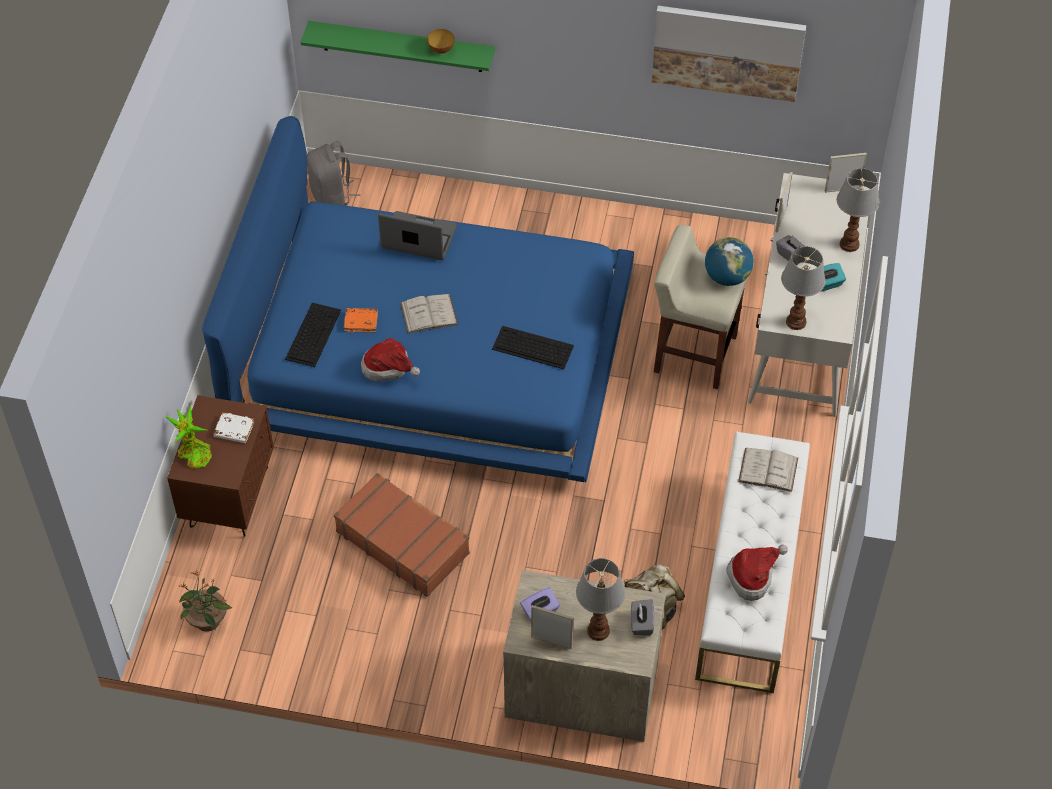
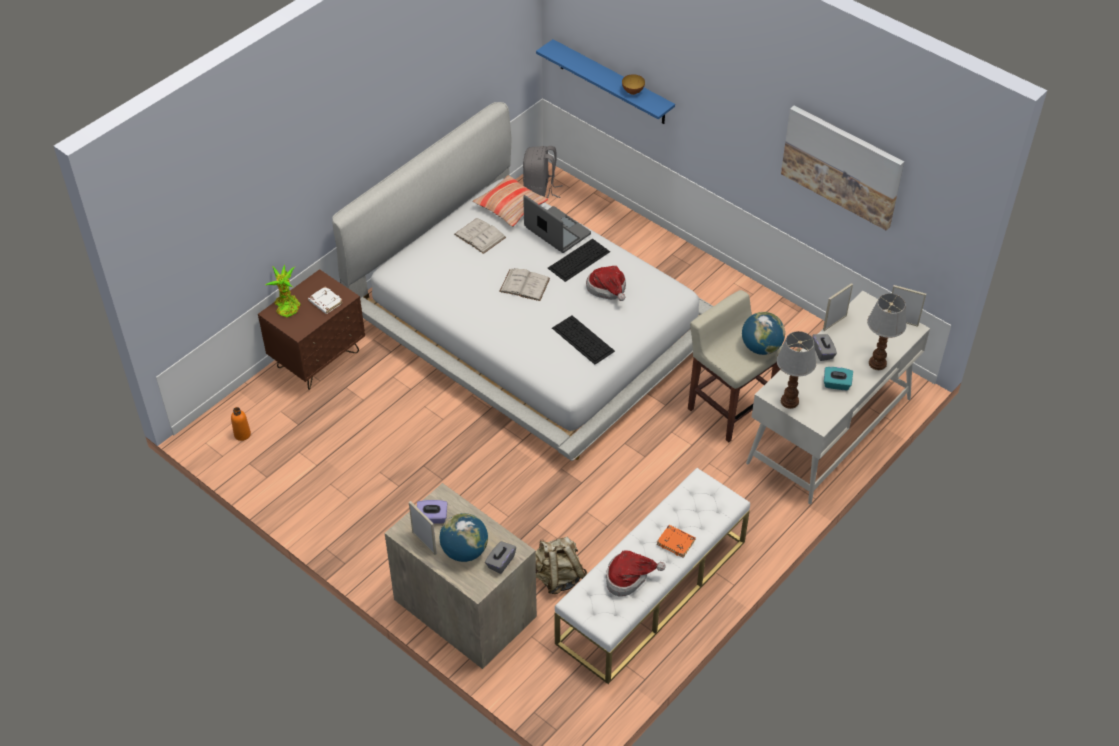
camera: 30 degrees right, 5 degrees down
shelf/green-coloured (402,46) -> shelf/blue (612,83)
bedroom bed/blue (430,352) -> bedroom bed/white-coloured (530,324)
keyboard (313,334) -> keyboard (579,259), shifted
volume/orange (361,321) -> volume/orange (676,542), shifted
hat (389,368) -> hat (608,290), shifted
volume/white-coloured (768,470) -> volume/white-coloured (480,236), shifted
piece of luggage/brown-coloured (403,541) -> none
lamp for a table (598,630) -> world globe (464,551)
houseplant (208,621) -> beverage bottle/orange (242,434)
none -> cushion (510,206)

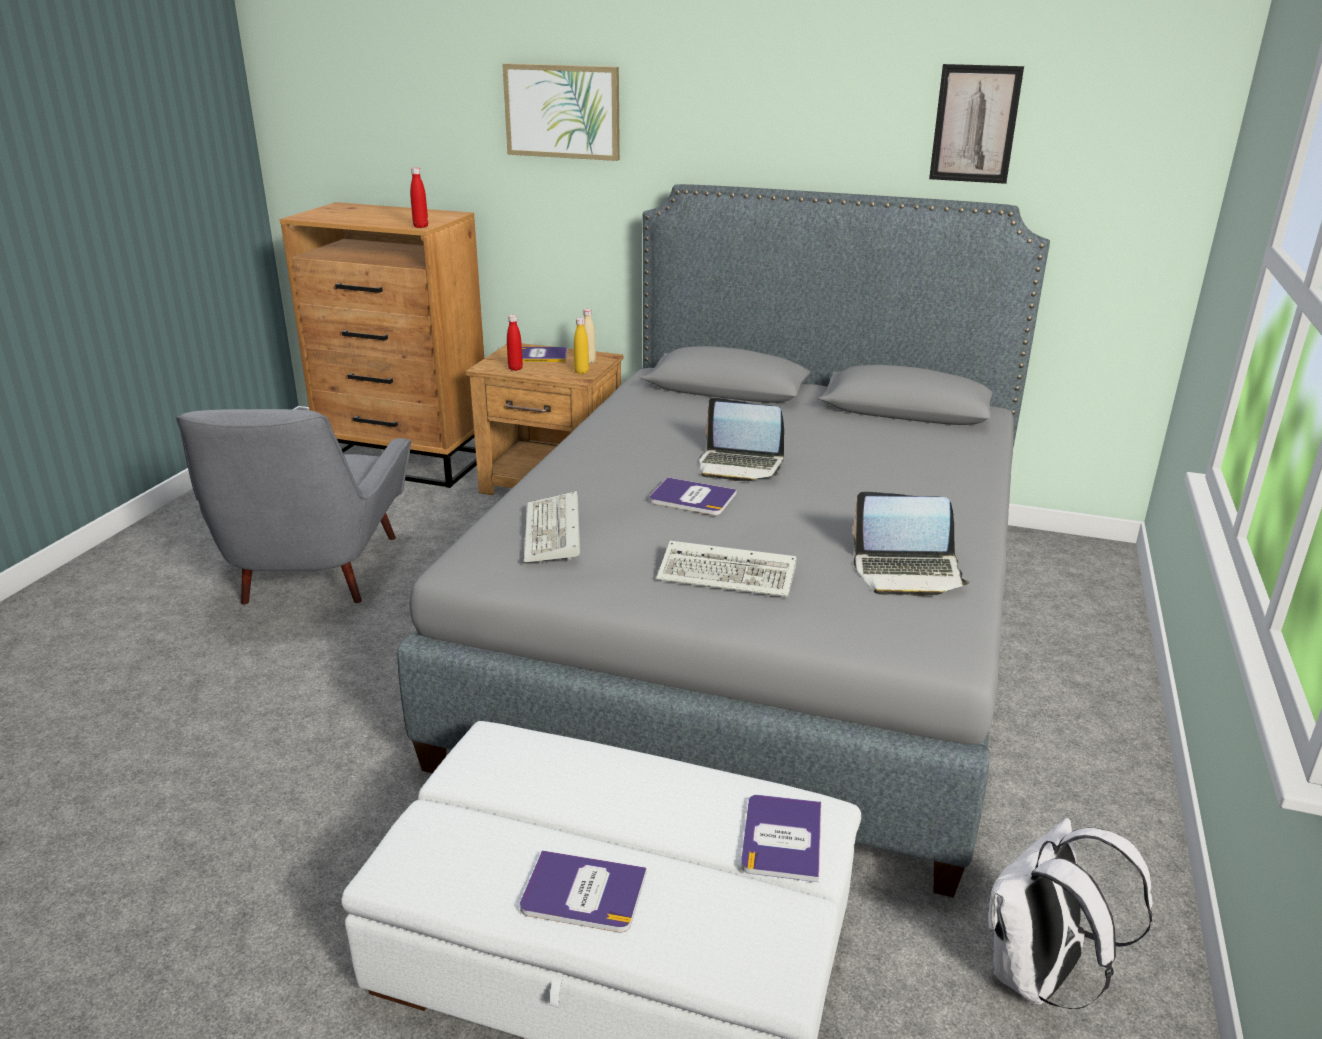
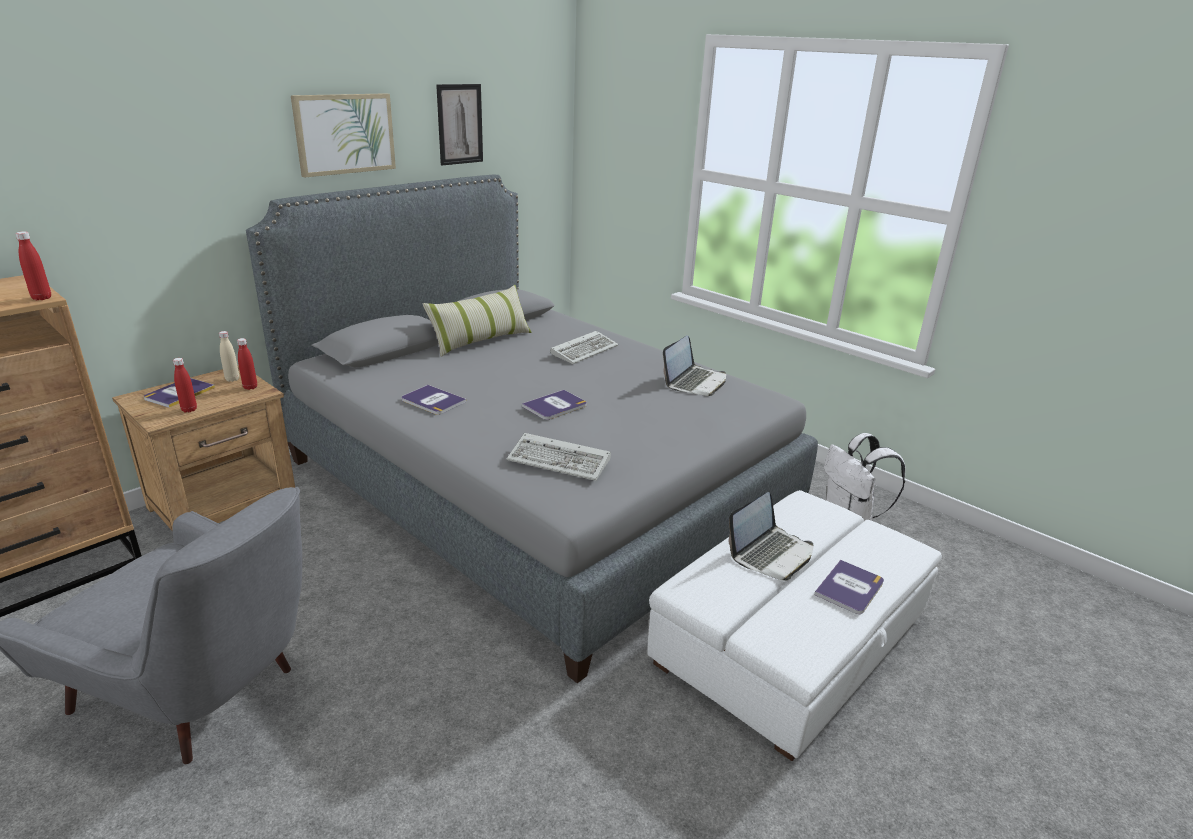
camera: 65 degrees left, 0 degrees up
wall picture (562,111) -> wall picture (345,134), shifted
beverage bottle/yellowish (581,372) -> beverage bottle/reddish (250,387)
portable computer (740,466) -> portable computer (771,554), shifted
keyboard (730,575) -> keyboard (585,350), shifted
volume (782,838) -> volume (433,401), shifted
none -> cushion (481,341)

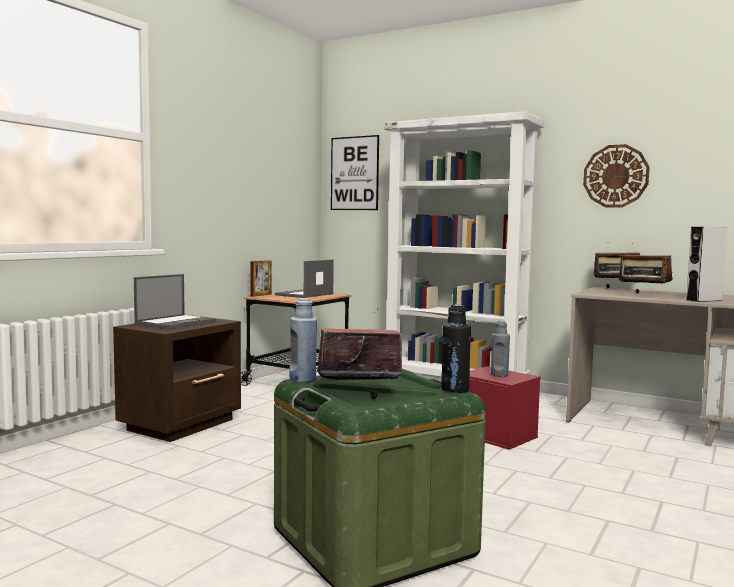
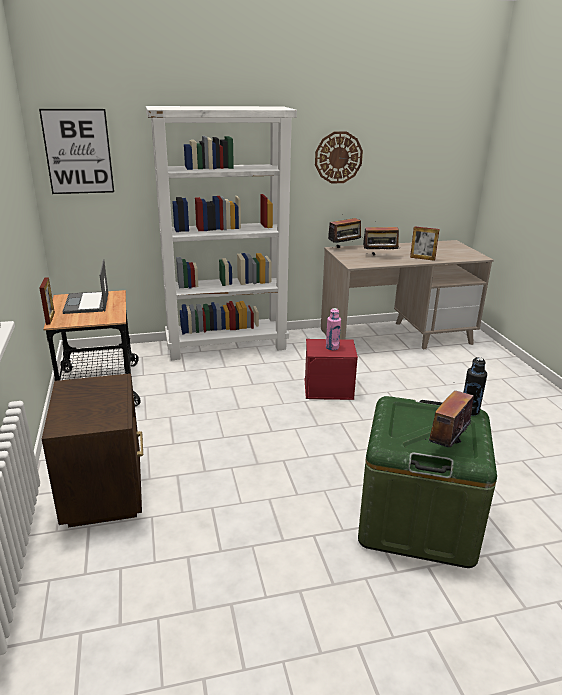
camera: 45 degrees left, 20 degrees up
speaker/grey (703,300) -> photo frame (422,258)
portable computer (176,322) -> none
beverage bottle/blue (302,379) -> none
beverage bottle/grey (499,375) -> beverage bottle/pink (332,347)

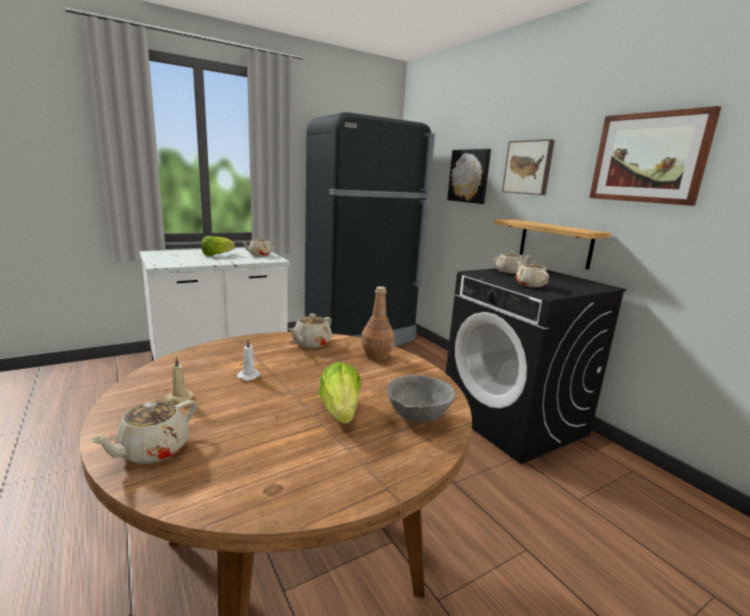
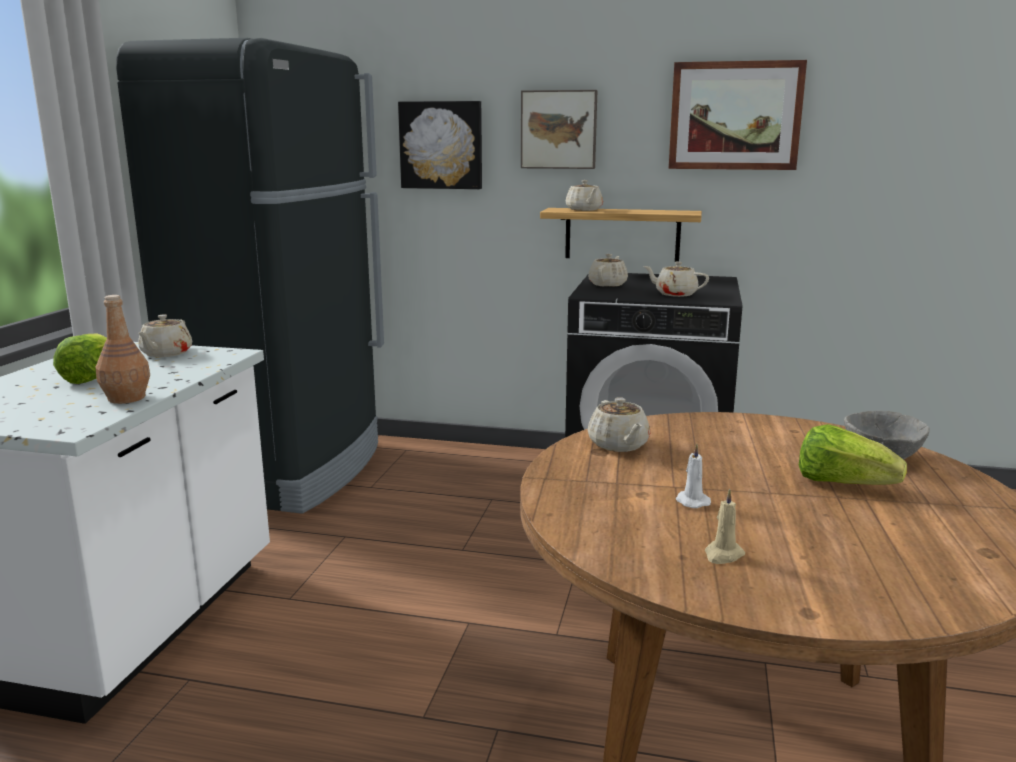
camera: 45 degrees left, 0 degrees up
beverage bottle/brown-coloured (376,355) -> beverage bottle/brown-coloured (126,398), shifted
tea pot/beige (152,450) -> tea pot/beige (584,210), shifted

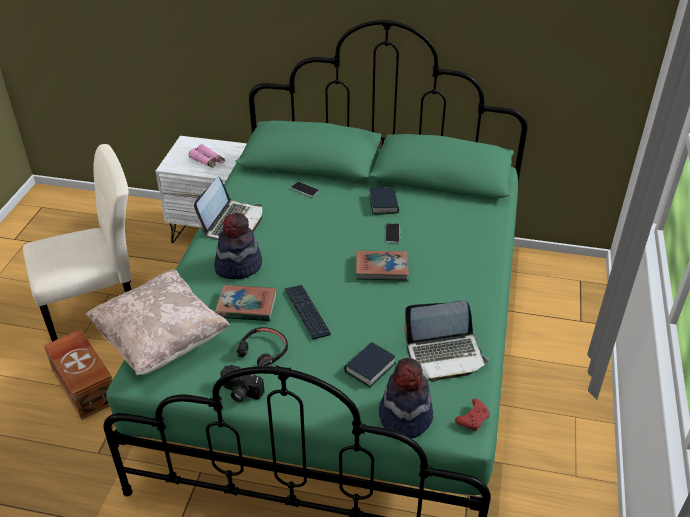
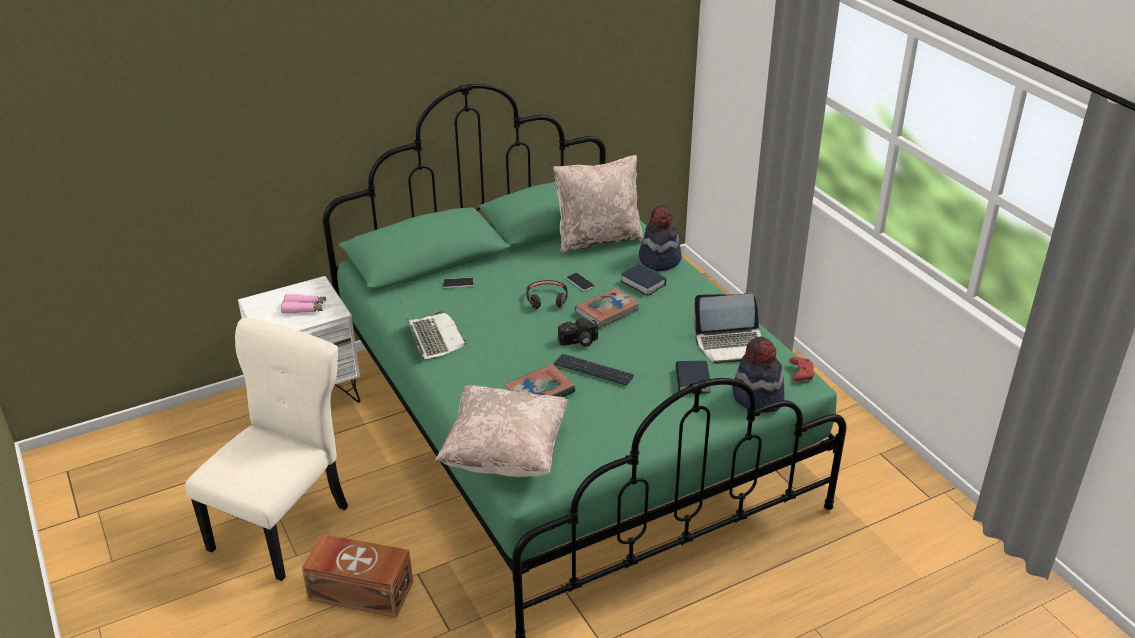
camera: 40 degrees left, 5 degrees down
volume (383,204) -> volume (643,283), shifted
hat (238,265) -> hat (659,259), shifted
portable computer (445,355) -> portable computer (731,344), 45 degrees clockwise
headphones/black-coloured (263,351) -> headphones/black-coloured (547,299), shifted
photo camera (240,392) -> photo camera (579,342), shifted
none -> cushion/beige (598,239)

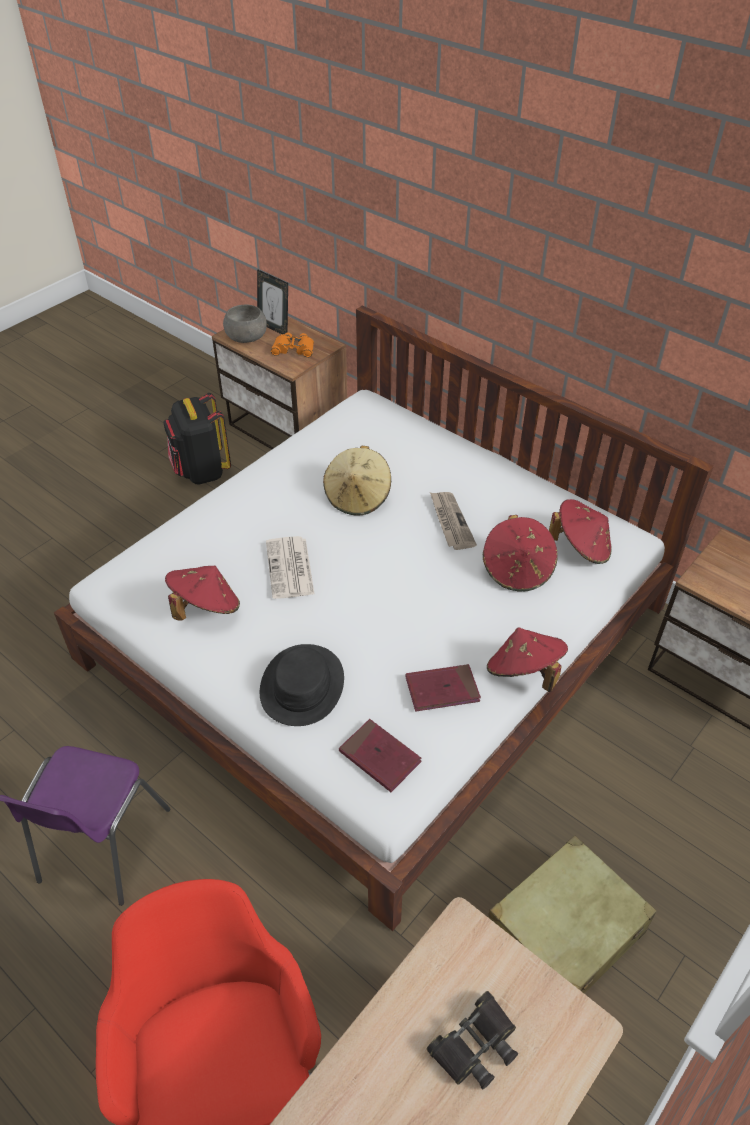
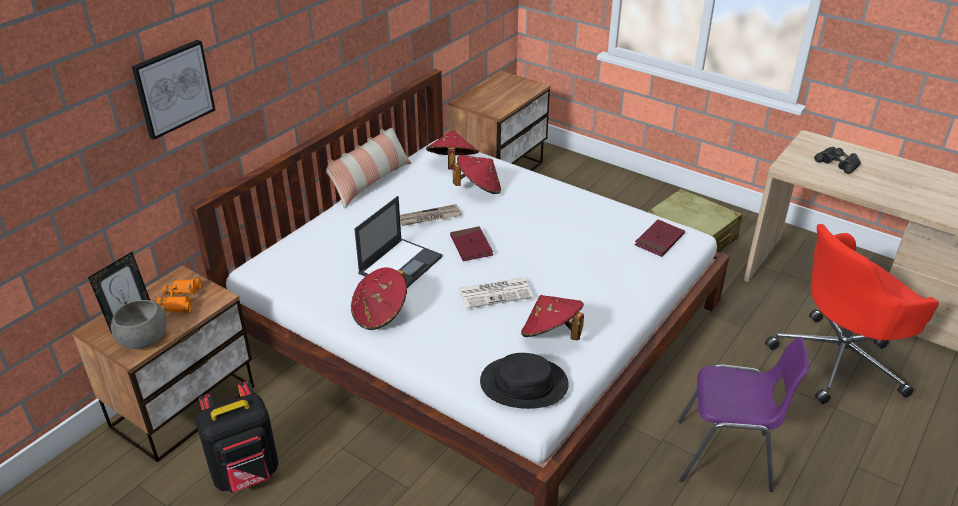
camera: 95 degrees left, 10 degrees down
hat/beige (358,497) -> portable computer (401,264)
hat/reddish (523,673) -> hat/reddish (380,314), shifted
hat/black-coloured (302,686) -> hat/black-coloured (524,383), shifted
volume/reddish (442,690) -> volume/reddish (471,246), shifted
none -> wall picture (173,88)
none -> cushion (370,182)

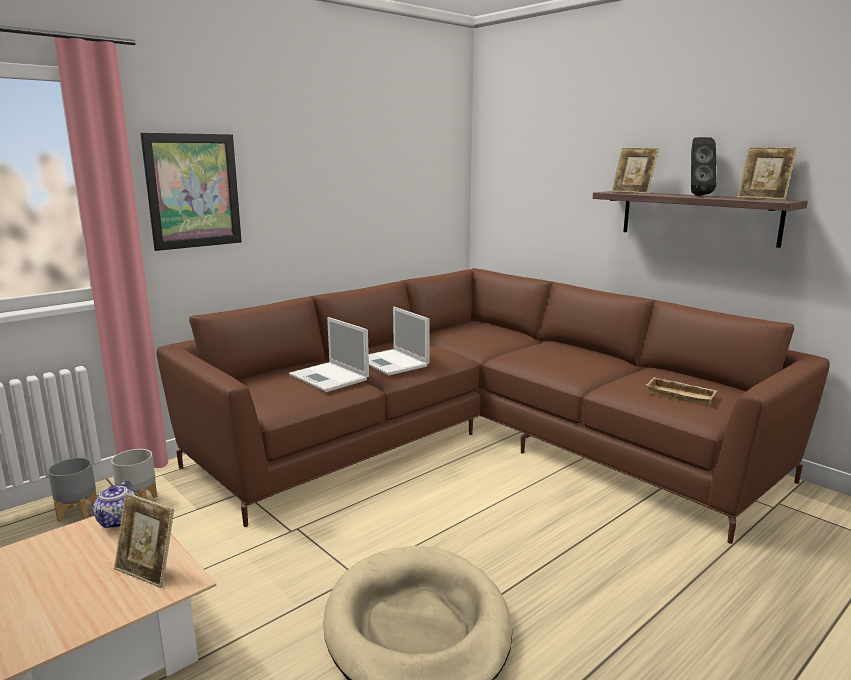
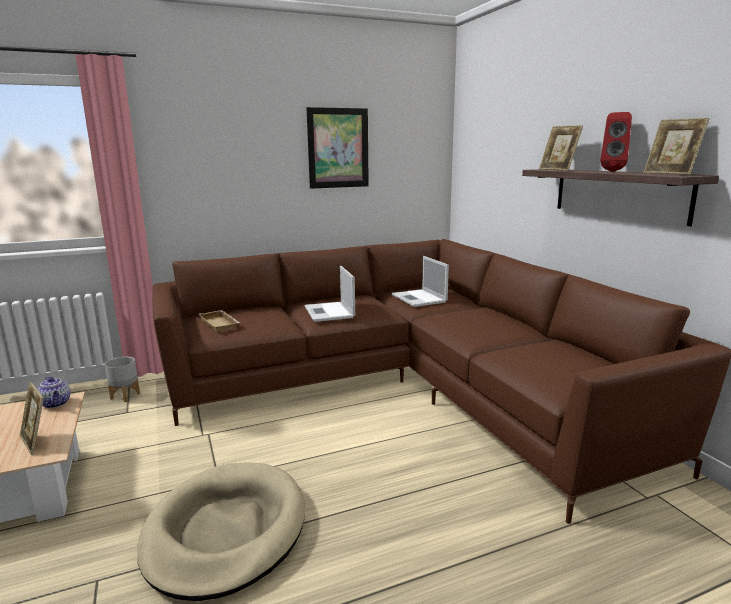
camera: 20 degrees right, 0 degrees up
wall picture (193,191) -> wall picture (338,148), shifted
speaker/black-coloured (696,195) -> speaker/reddish (612,171)
portable computer (330,378) -> portable computer (419,298), shifted
serving tray/beige (681,395) -> serving tray/beige (221,324), shifted
planter/grey (78,513) -> none
tea pot (118,521) -> tea pot (56,404), 60 degrees counterclockwise

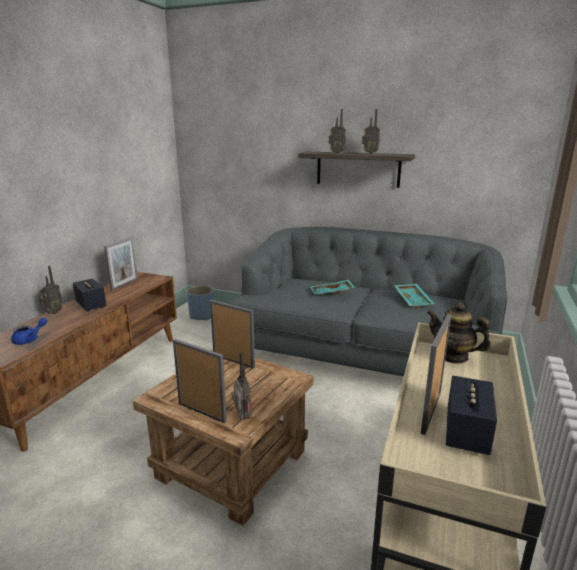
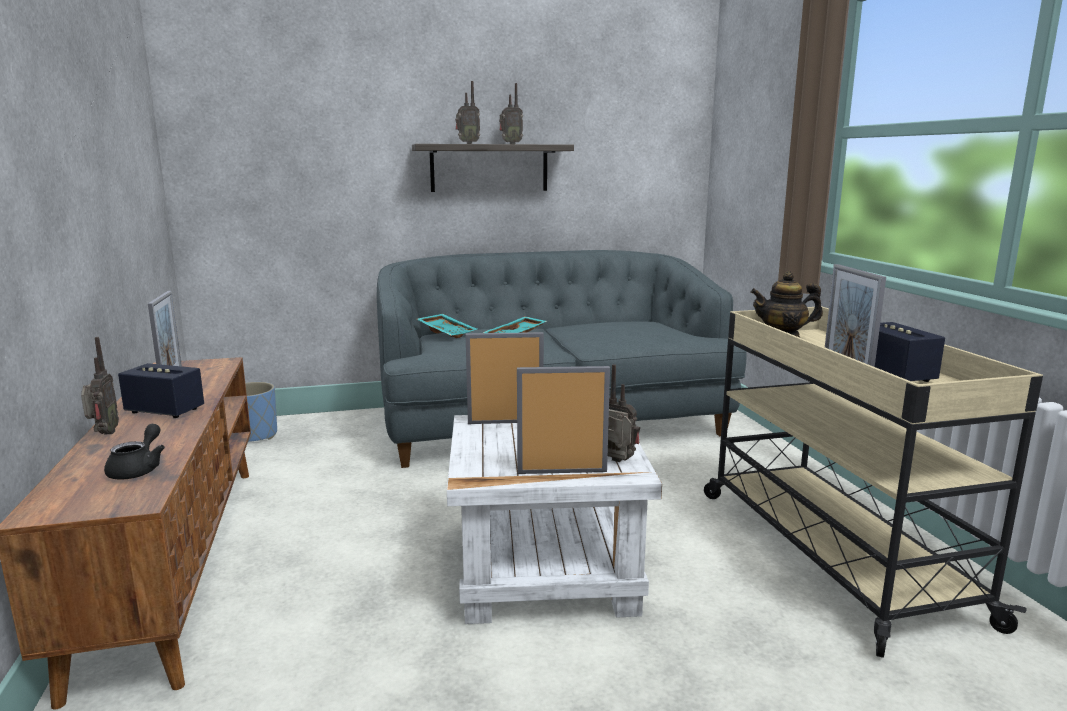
camera: 35 degrees left, 5 degrees down
serving tray/blue-green (413,300) -> serving tray/blue-green (448,332), shifted
tea pot/blue (29,339) -> tea pot/black-coloured (138,469)
accent table/brown-coloured (230,464) -> accent table/white-coloured (544,572)

